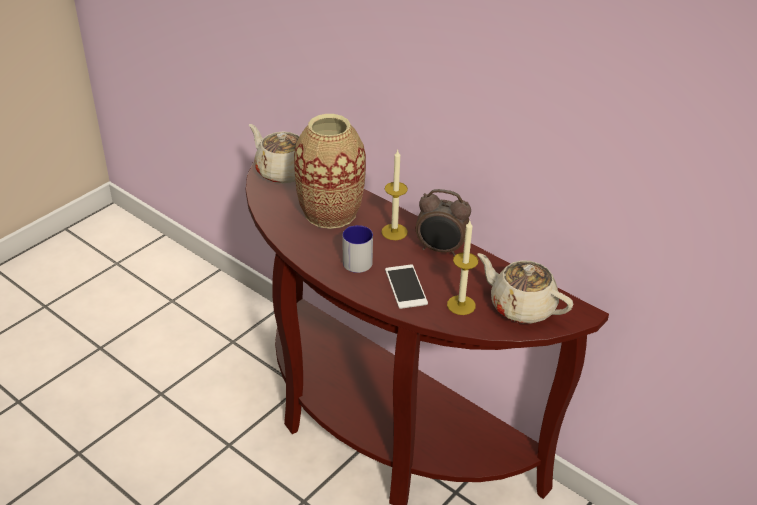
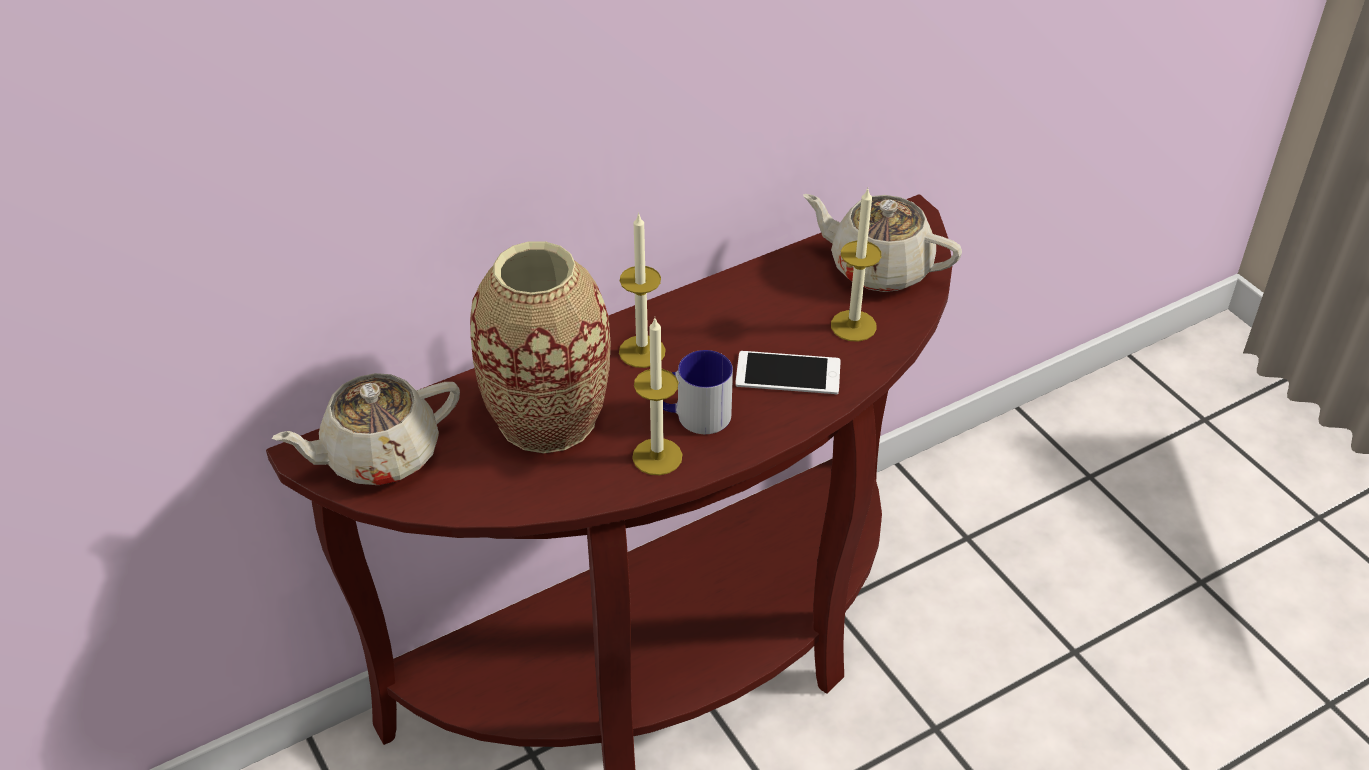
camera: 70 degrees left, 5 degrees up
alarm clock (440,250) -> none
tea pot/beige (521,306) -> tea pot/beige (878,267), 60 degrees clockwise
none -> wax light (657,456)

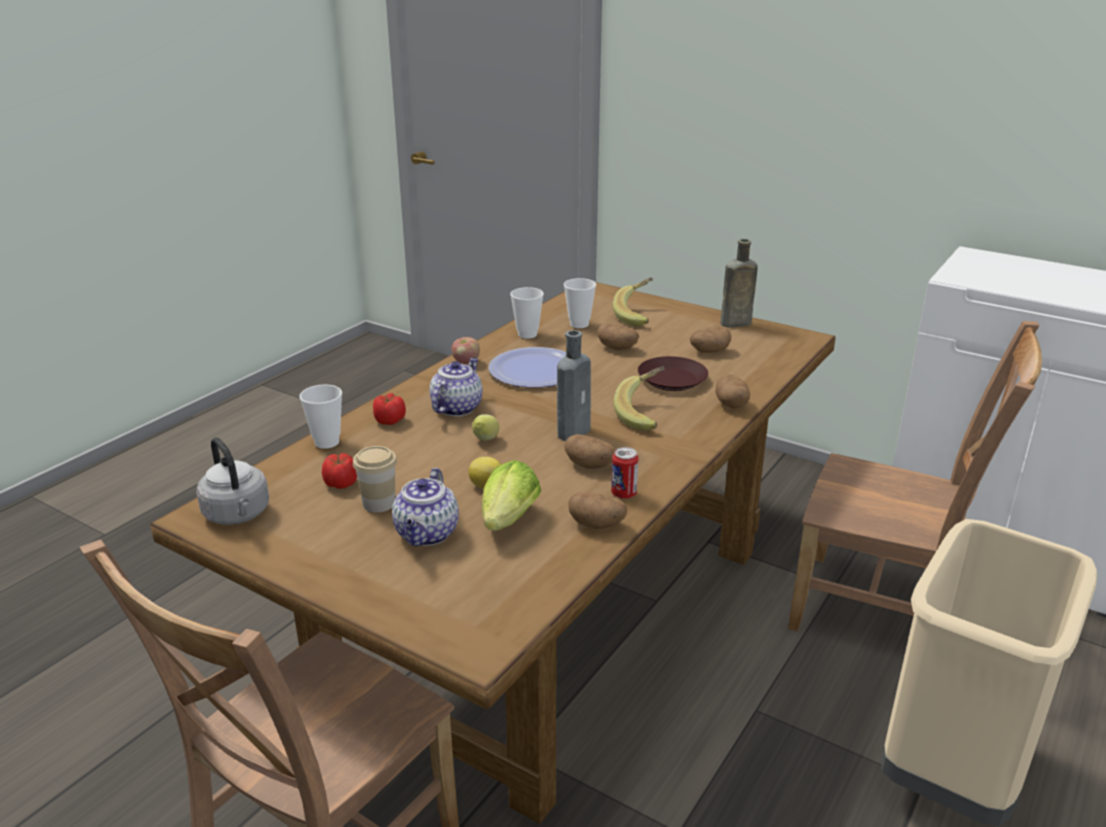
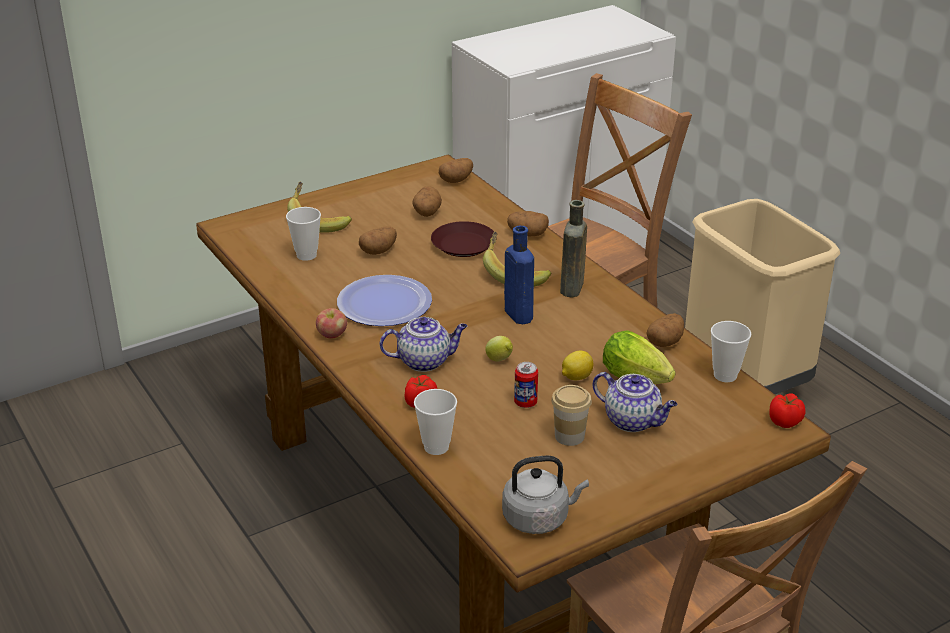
camera: 65 degrees left, 5 degrees up
beverage bottle/brown-coloured (733,323) -> beverage bottle/brown-coloured (571,289), shifted
drinking cup (527,334) -> drinking cup (725,375), shifted
beverage bottle/grey (575,431) -> beverage bottle/blue (517,313)
tea pot (457,407) -> tea pot (425,361), 120 degrees clockwise
whole potato (590,465) -> whole potato (456,180), shifted
metal can (623,494) -> metal can (525,403), shifted
tomato (341,484) -> tomato (785,421), shifted

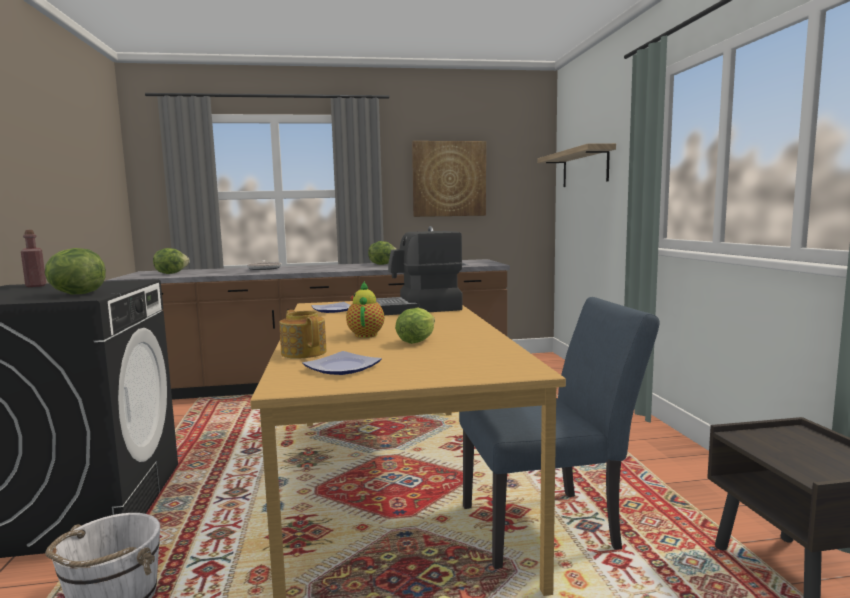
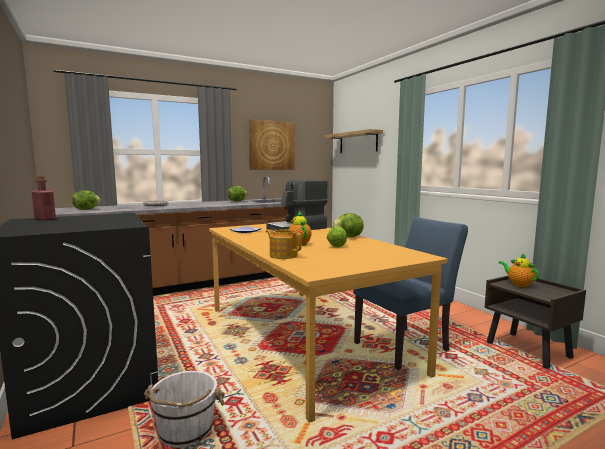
camera: 20 degrees left, 0 degrees up
head of lettuce (76,294) -> head of lettuce (348,237), shifted
flat dish (342,367) -> none
none -> tea pot (518,284)

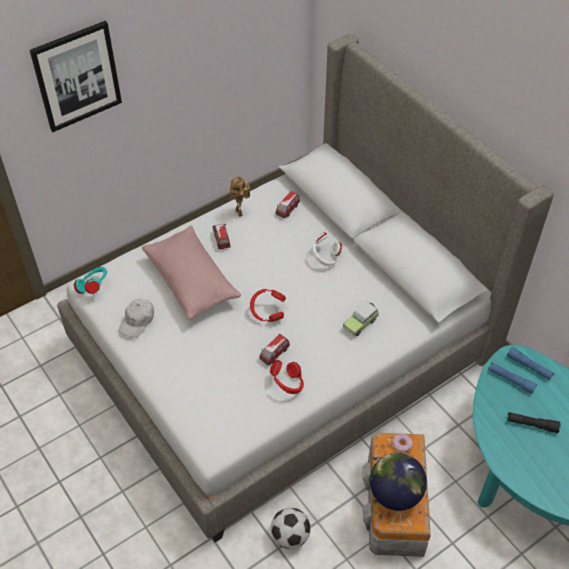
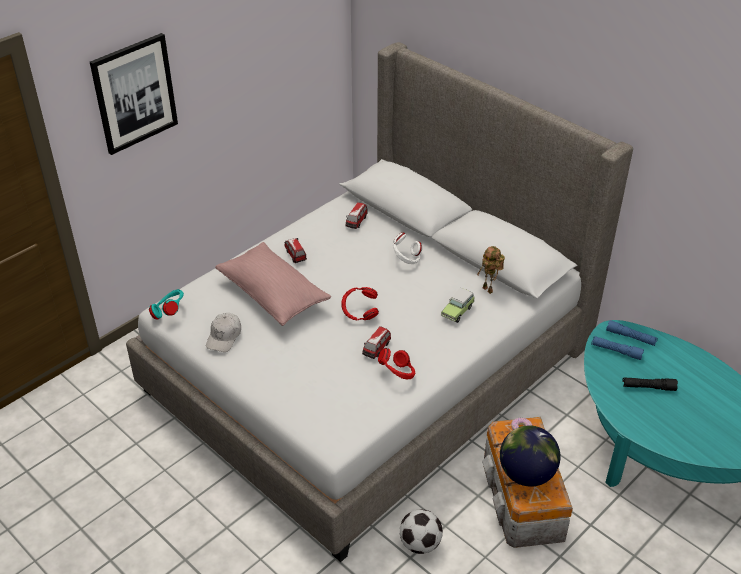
camera: 10 degrees left, 10 degrees down
toy robot (240,213) -> toy robot (489,290), shifted

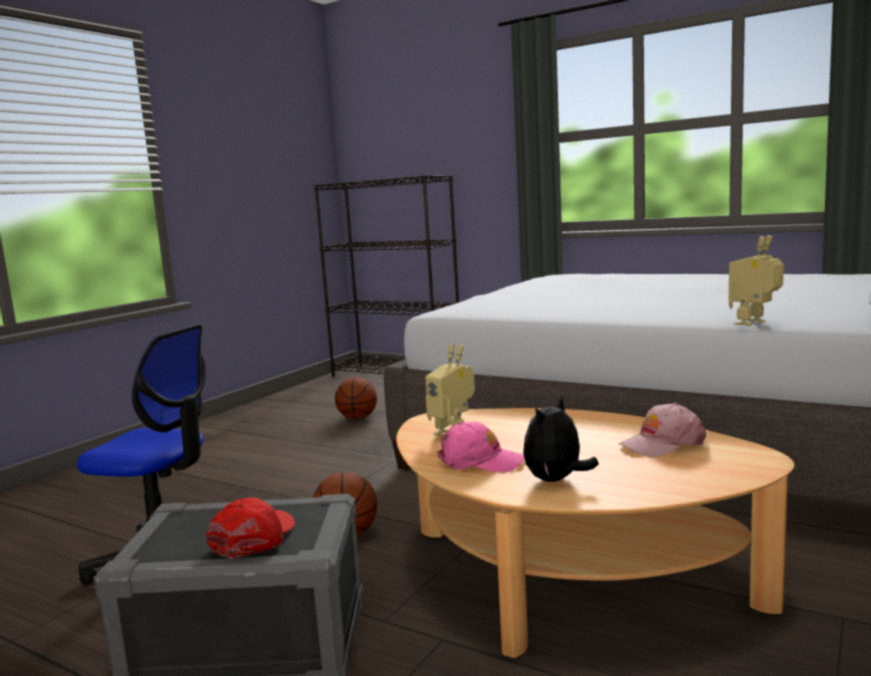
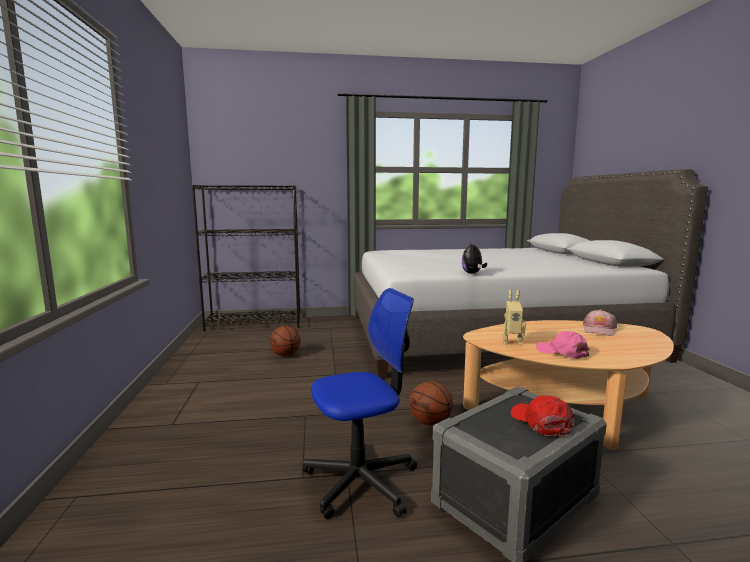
camera: 40 degrees left, 0 degrees up
toy robot (754,323) -> none
plush toy (556,480) -> plush toy (473,273), shifted
cap/pink (480,461) -> cap/pink (562,352), 120 degrees counterclockwise

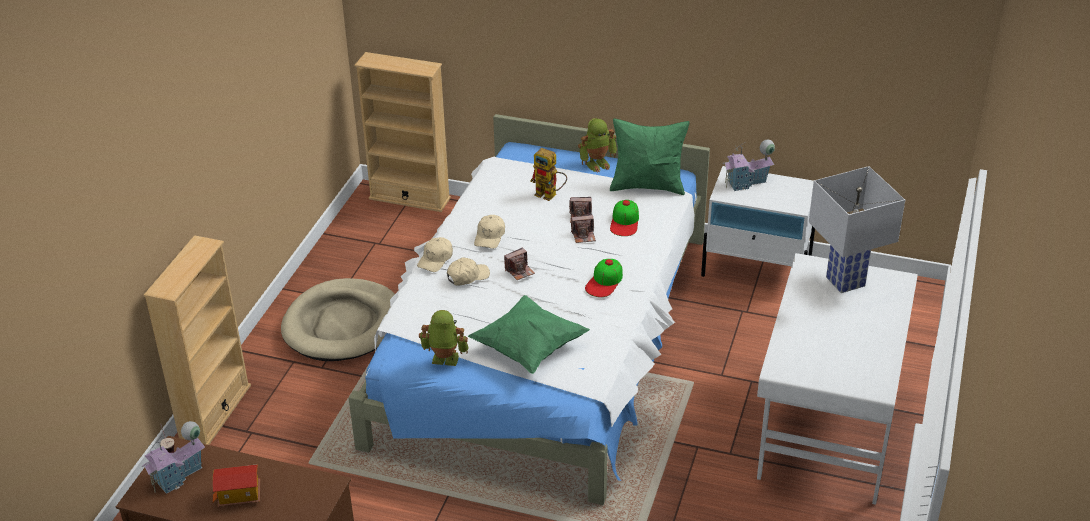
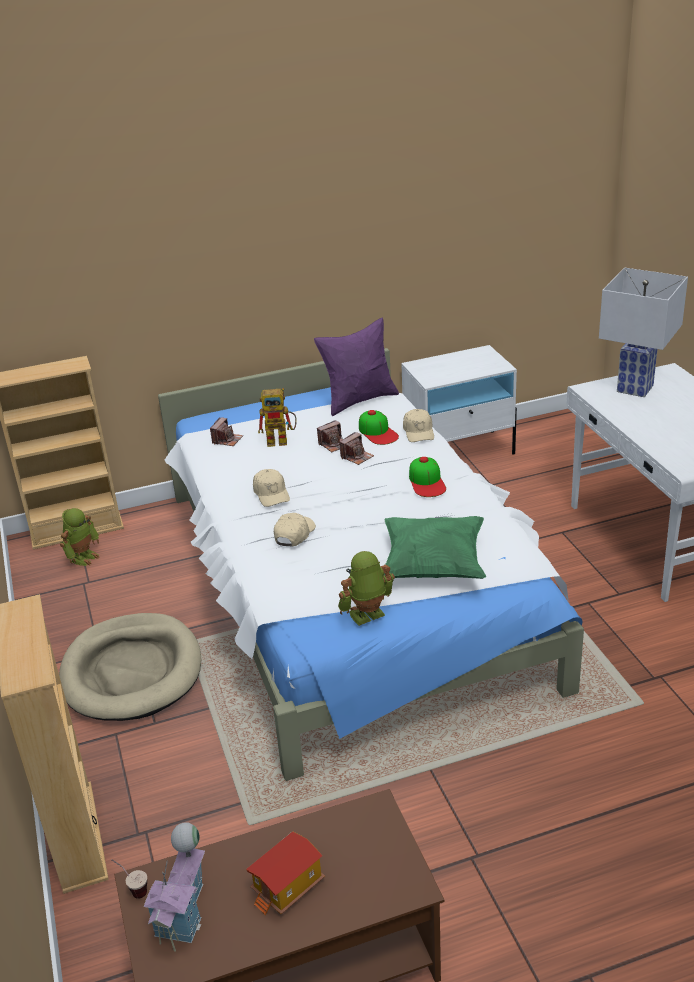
camera: 35 degrees left, 5 degrees down
toy robot (597,164) -> toy robot (83,557), shifted
cushion/green-coloured (648,186) -> cushion/purplish (359,400)
toy house (747,183) -> none
cap/beige (436,259) -> cap/beige (418,432), shifted
photo camera (519,271) -> photo camera (227,440), shifted

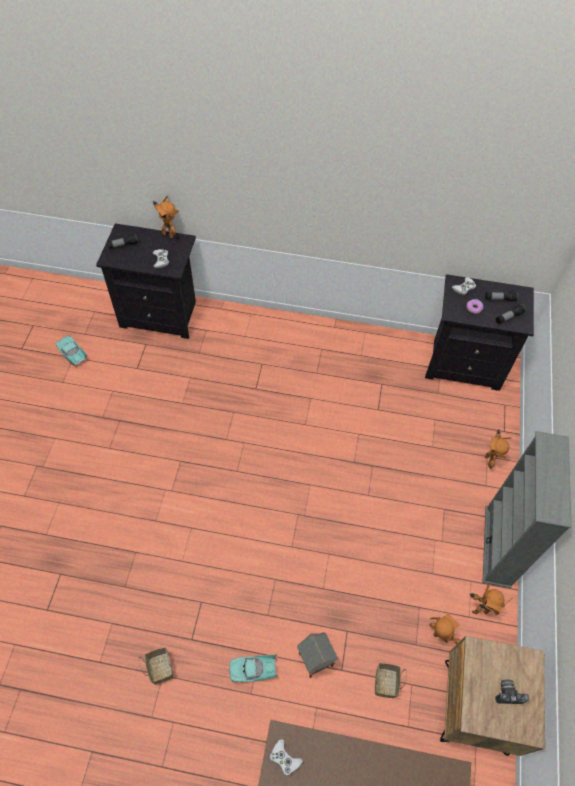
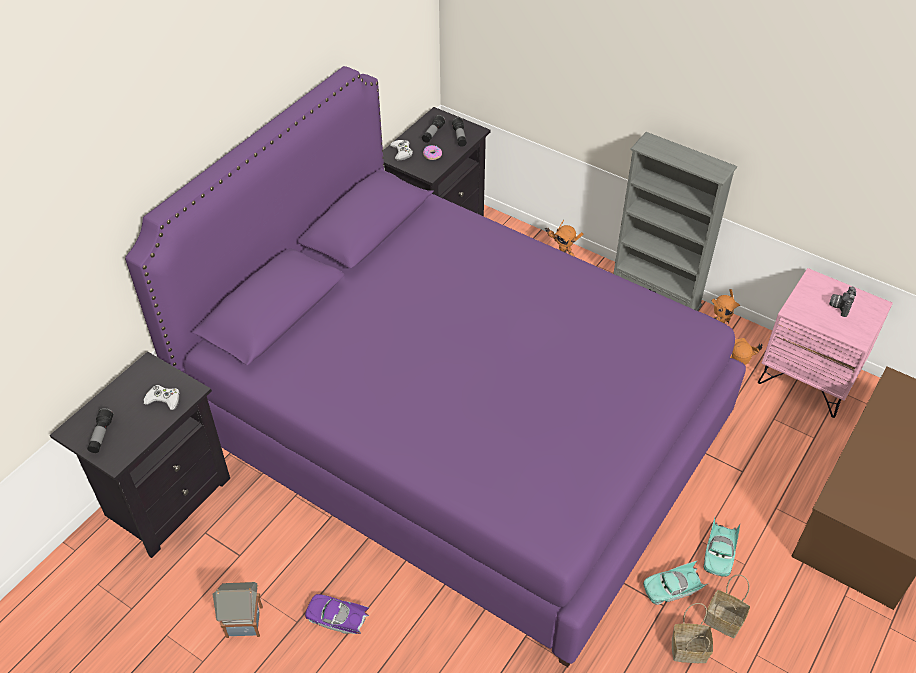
camera: 65 degrees left, 10 degrees down
toy robot (168,234) -> none
model car/blue-green (72,354) -> model car/blue-green (672,588), shifted
toy house (315,659) -> toy house (243,622), shifted
bedside table/brown-coloured (476,706) -> bedside table/pink (808,378)
household basket (385,681) -> household basket (722,620), shifted
game controller/white-coloured (284,758) -> none
none -> bedroom bed/purplish (457,429)
none -> model car/purplish (337,619)

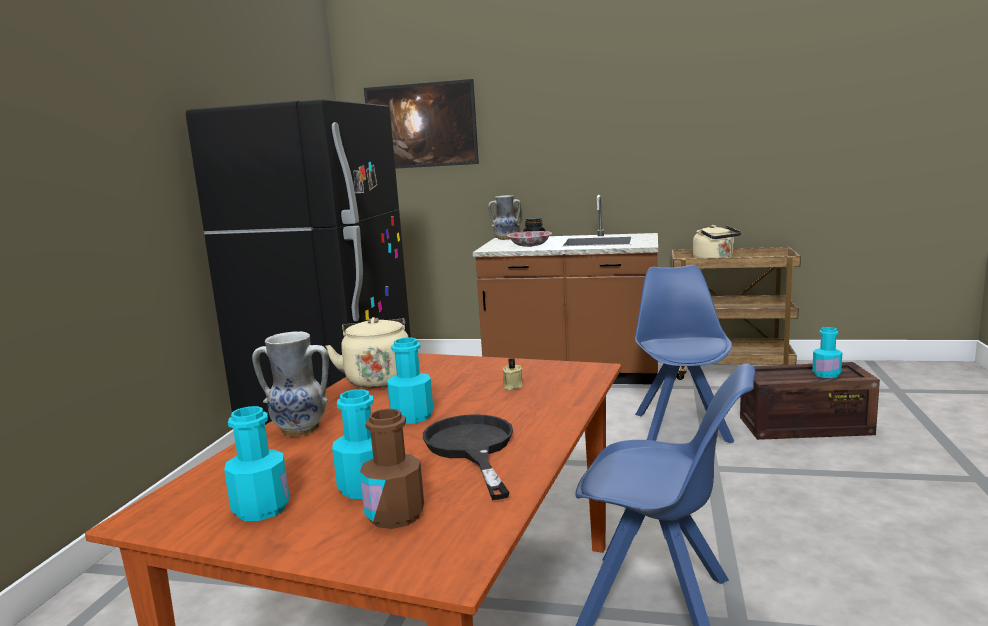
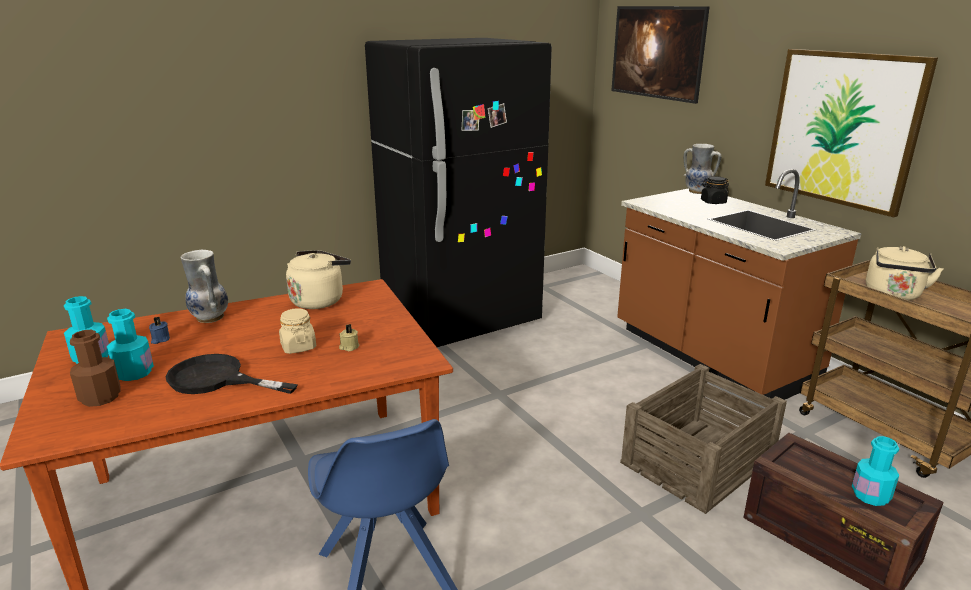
camera: 45 degrees right, 10 degrees up
bowl (529,246) -> none
upright chair/blue (681,426) -> crate (699,460)
beverage bottle/blue-green (412,416) -> none
frying pan/black-coloured (471,448) -> frying pan/black-coloured (217,379), 105 degrees counterclockwise
none -> wall picture (842,129)
none -> preserve jar/beige (298,347)
none -> wax light/blue (160,339)

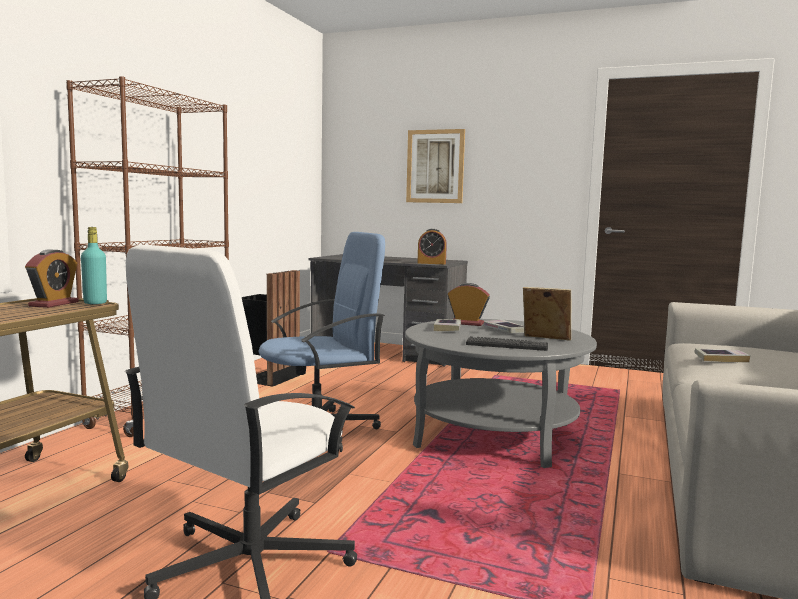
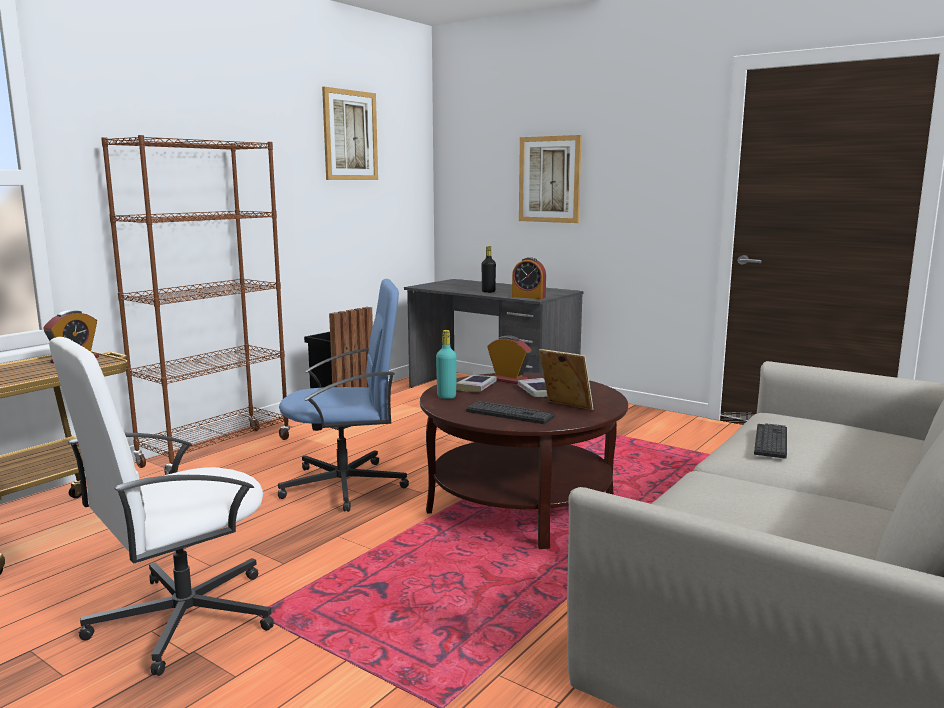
camera: 15 degrees right, 5 degrees up
beverage bottle/blue-green (95,303) -> beverage bottle/blue-green (446,396), shifted
lounge table/grey (494,435) -> lounge table/brown-coloured (521,505)
volume (721,359) -> keyboard (771,441)
none -> wall picture (350,135)
none -> beverage bottle/black-coloured (488,292)

